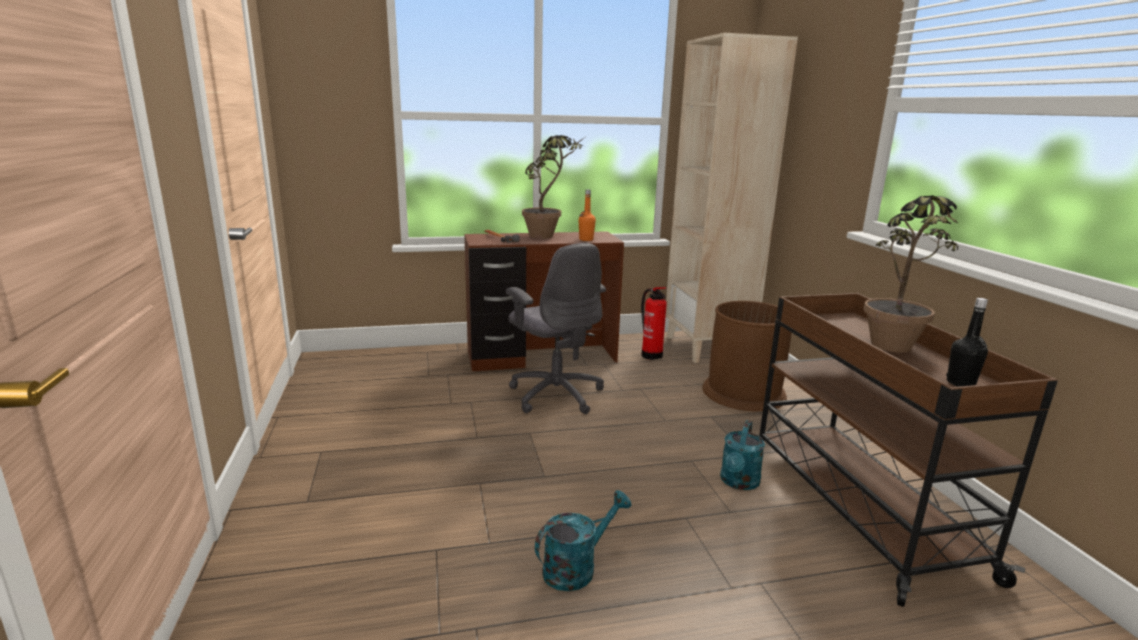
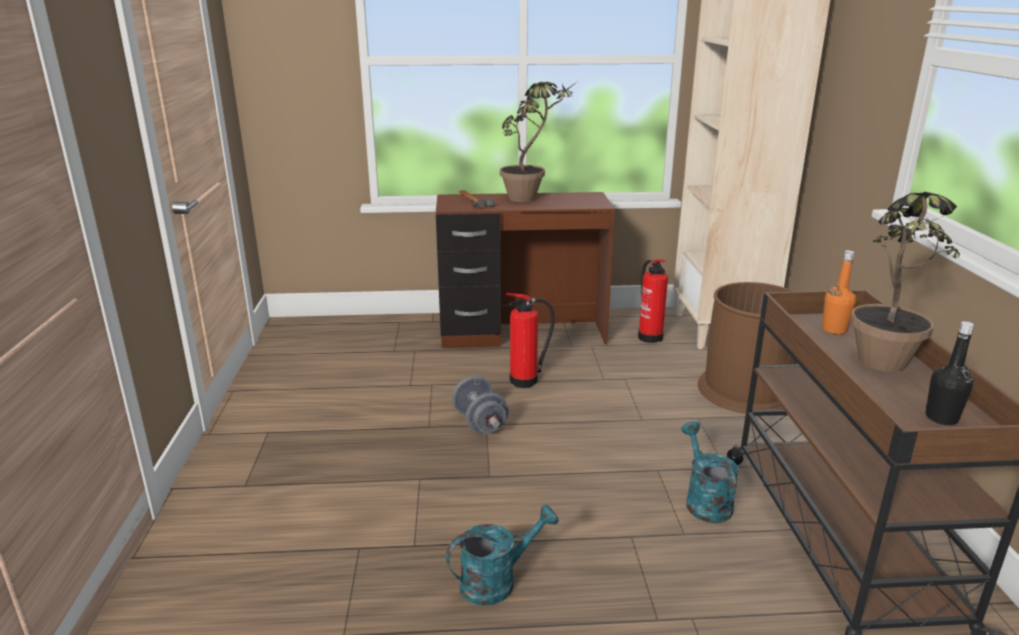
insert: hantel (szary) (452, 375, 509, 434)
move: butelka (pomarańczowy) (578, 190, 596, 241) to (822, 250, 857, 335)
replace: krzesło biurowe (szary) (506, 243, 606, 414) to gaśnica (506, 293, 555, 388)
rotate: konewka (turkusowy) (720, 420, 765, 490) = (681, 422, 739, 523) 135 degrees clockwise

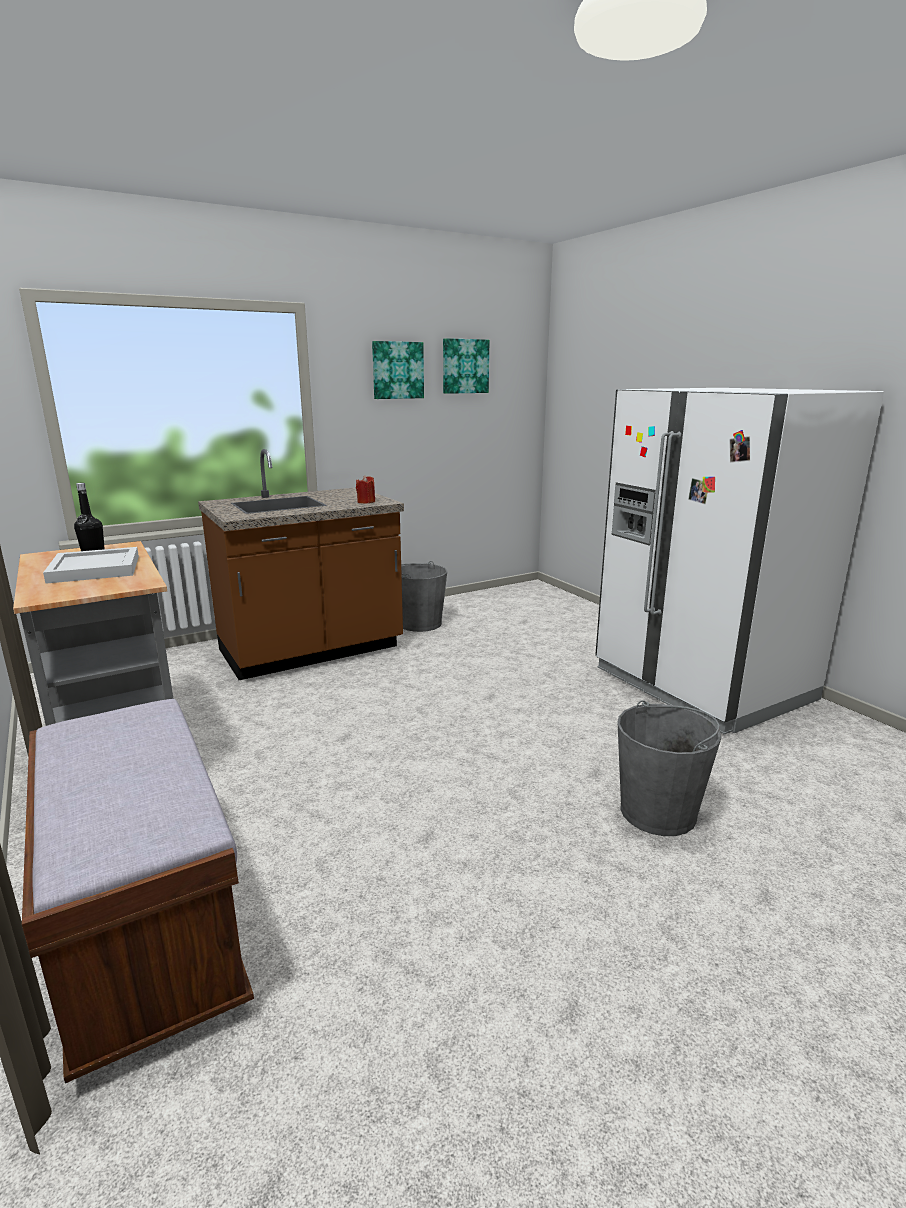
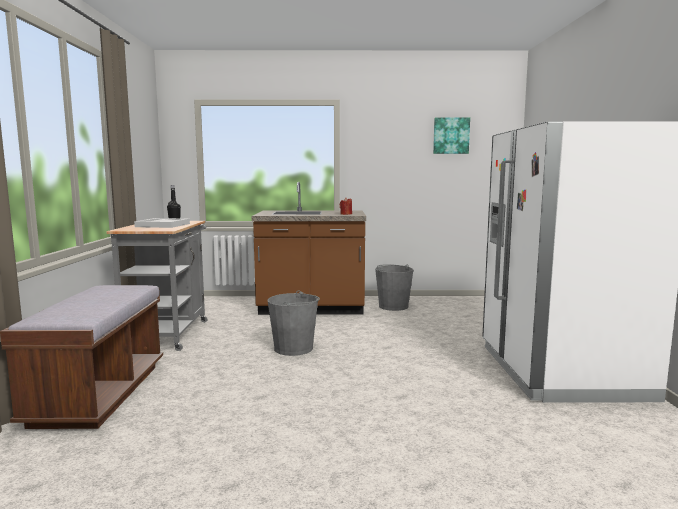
delete: obraz (372, 341, 424, 399)
move: wiadro (szary) (618, 700, 721, 836) to (268, 290, 320, 356)

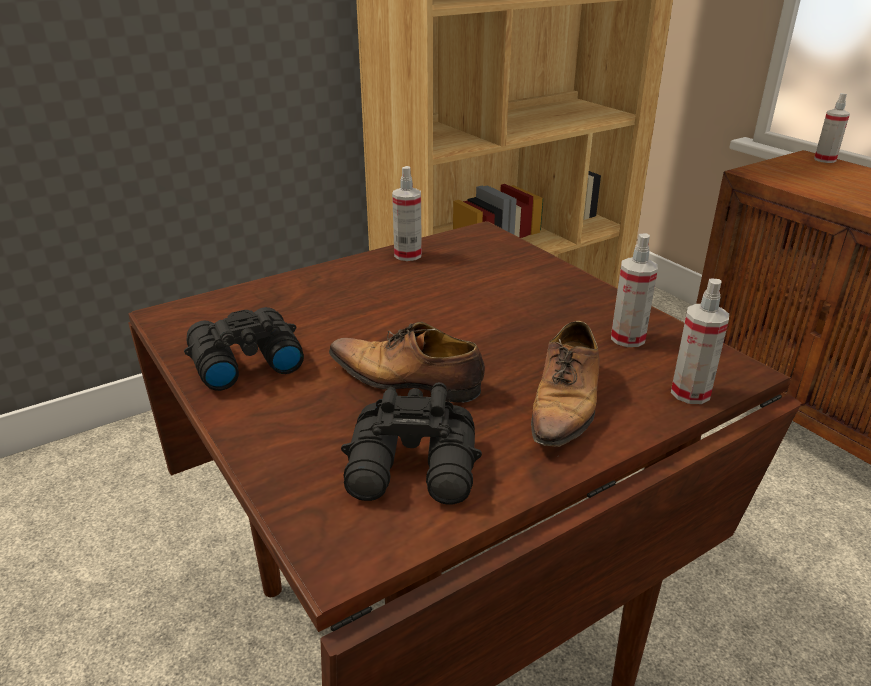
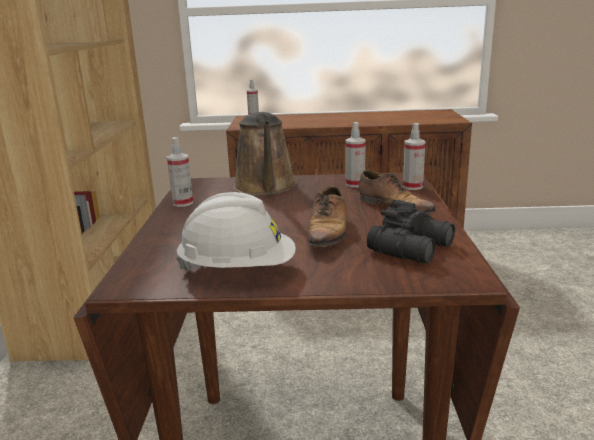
insert: konewka (brązowy) (233, 112, 297, 195)
replace: lornetka (czarny) (184, 307, 304, 391) to kask (biały) (176, 192, 296, 271)
rotate: but (329, 322, 485, 403) = (307, 186, 347, 247) 45 degrees counterclockwise

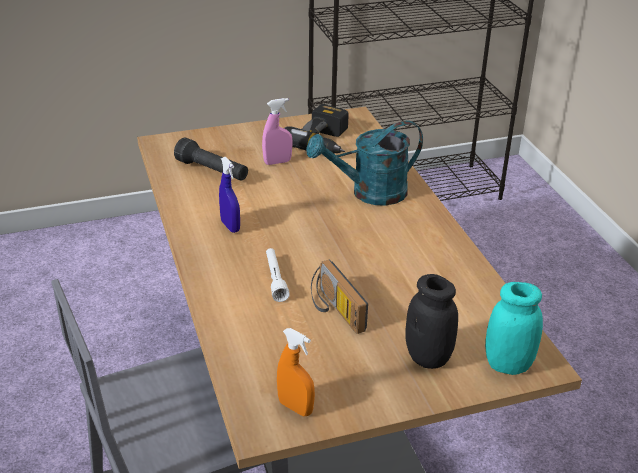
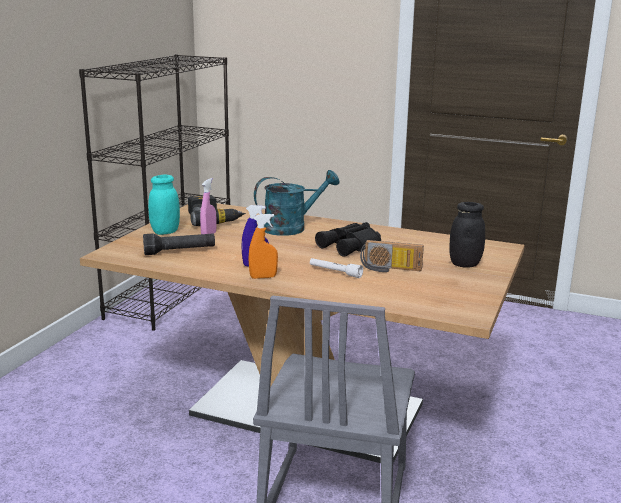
insert: lornetka (czarny) (315, 222, 381, 257)
move: słoik (turkusowy) (485, 282, 543, 375) to (148, 175, 180, 235); spryskiwacz (pomarańczowy) (277, 328, 315, 416) to (248, 214, 278, 279)
rotate: konewka (turkusowy) (306, 121, 423, 206) = (254, 170, 340, 236) 135 degrees counterclockwise

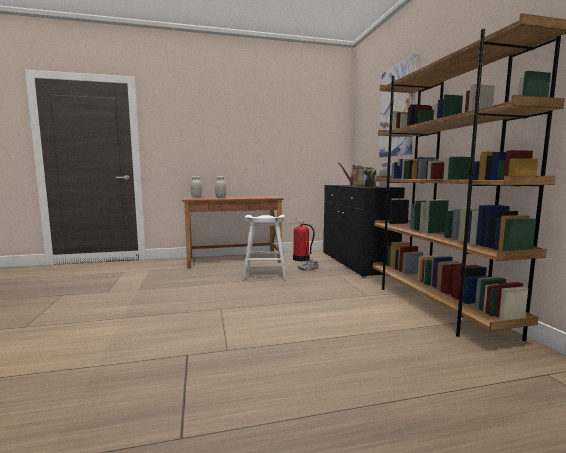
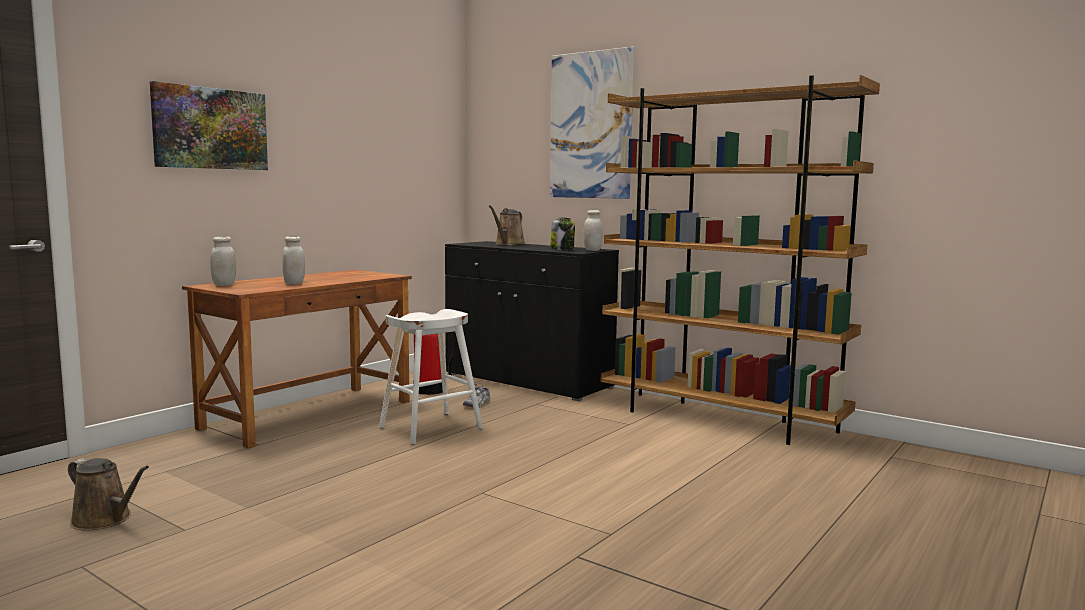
insert: obraz (150, 81, 268, 170); konewka (brązowy) (68, 458, 149, 530)

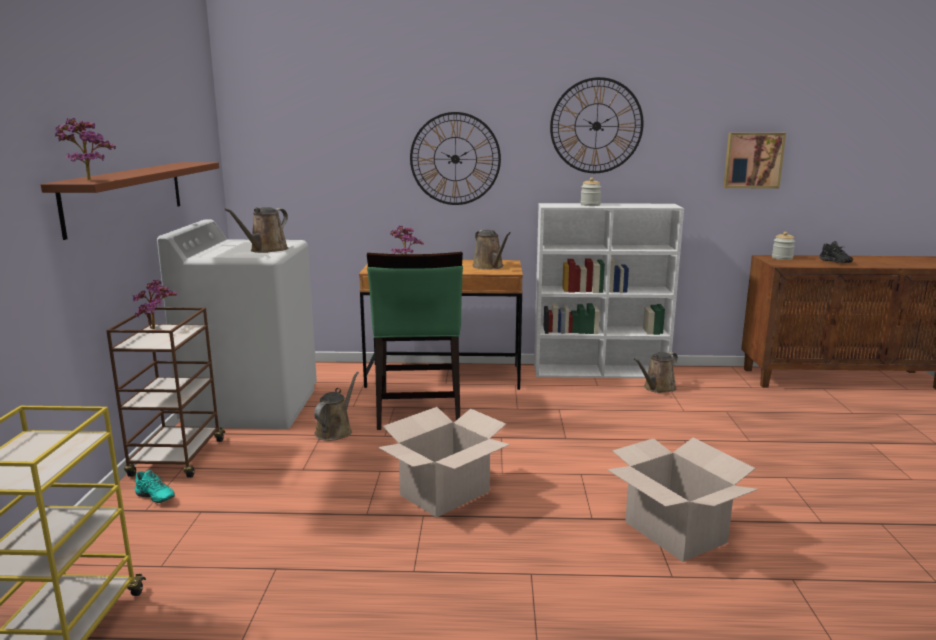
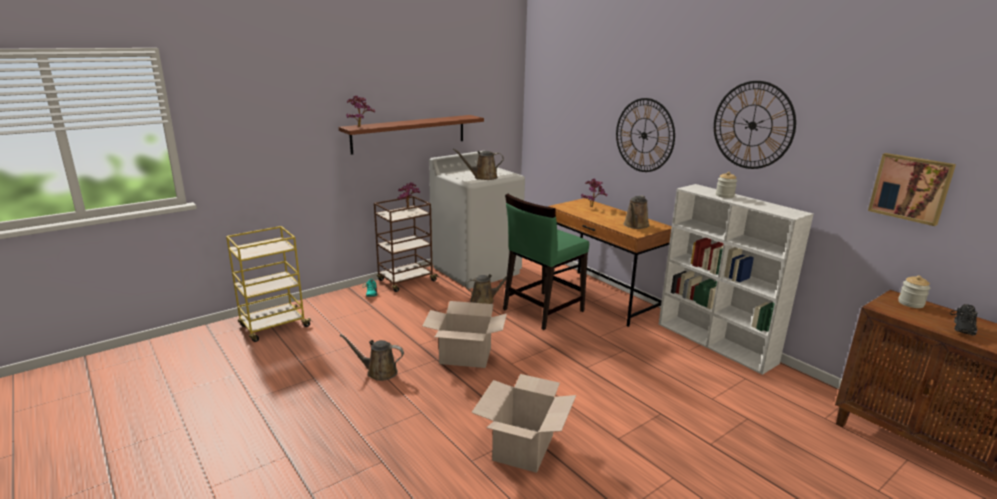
move: konewka (brązowy) (634, 352, 678, 393) to (339, 334, 404, 381)

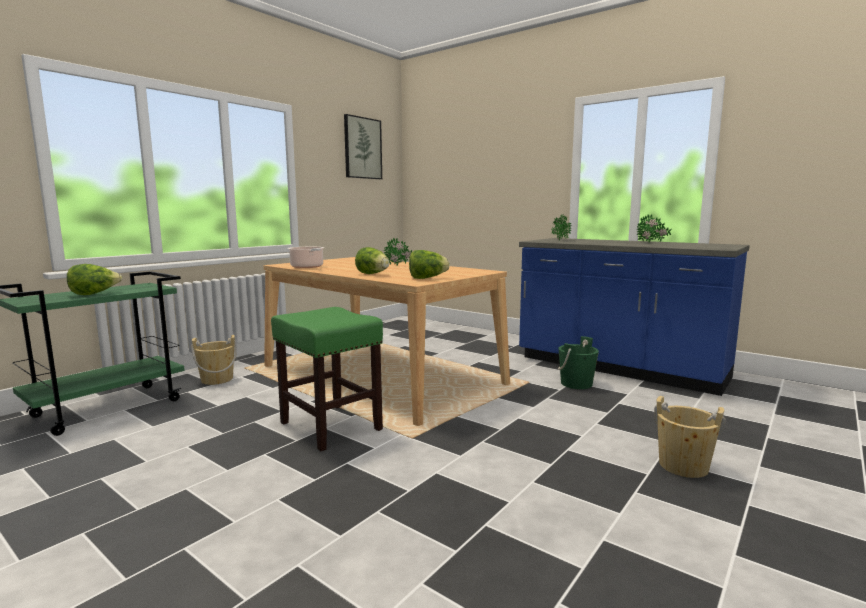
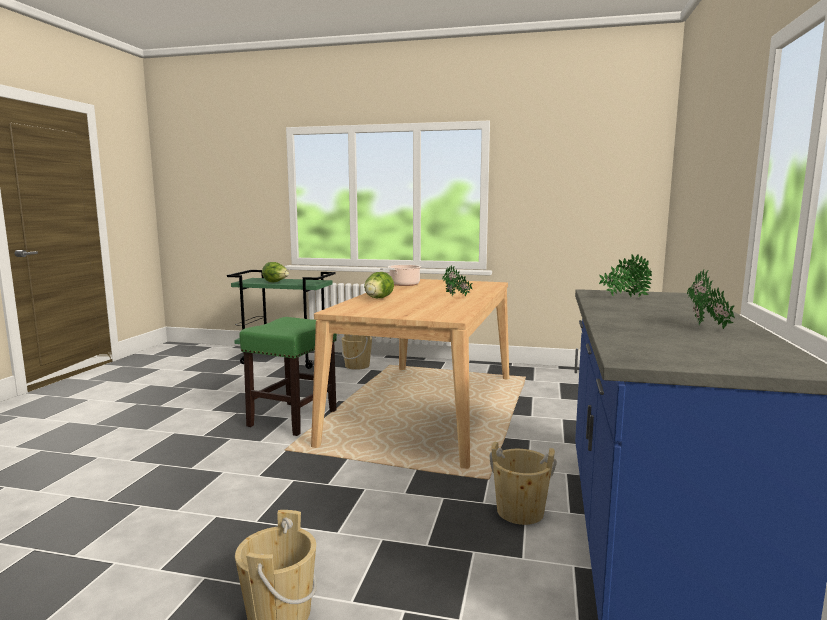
delete: obraz (344, 114, 382, 179); sałata (409, 250, 450, 279)
recolor: wiadro (zielony) (558, 336, 599, 389) to wiadro (beżowy) (490, 442, 557, 525)

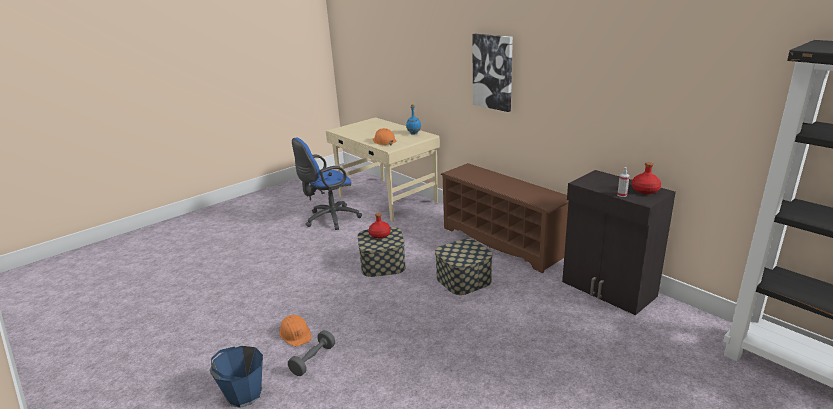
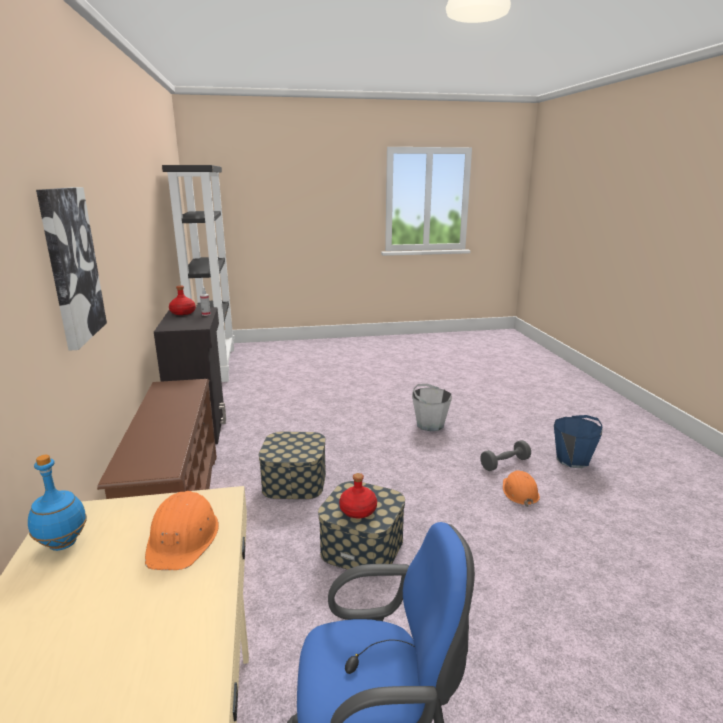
insert: wiadro (szary) (412, 384, 452, 431)

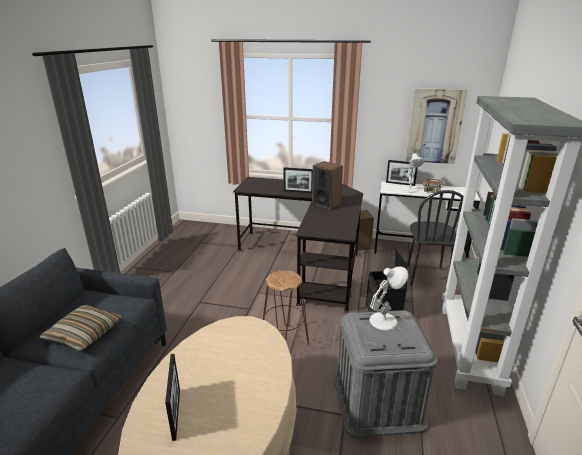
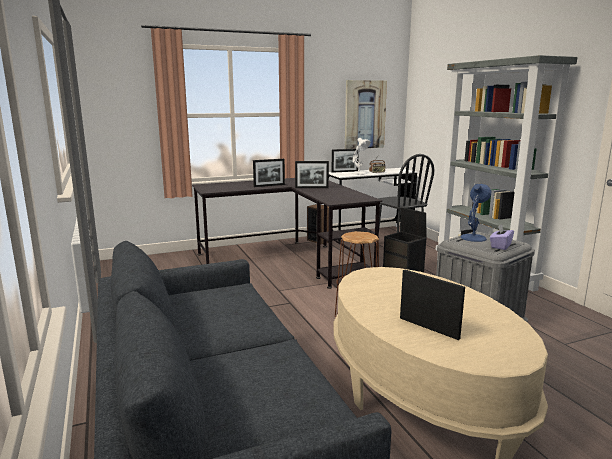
delete: poduszka (40, 305, 122, 351)
insert: pudełko chusteczek (fioletowy) (490, 224, 514, 250)
replace: głośnik (312, 161, 343, 209) to ramka na zdjęcie (295, 161, 329, 188)
recolor: lampa stołowa (biały) (370, 267, 408, 330) to lampa stołowa (niebieski) (461, 184, 491, 242)

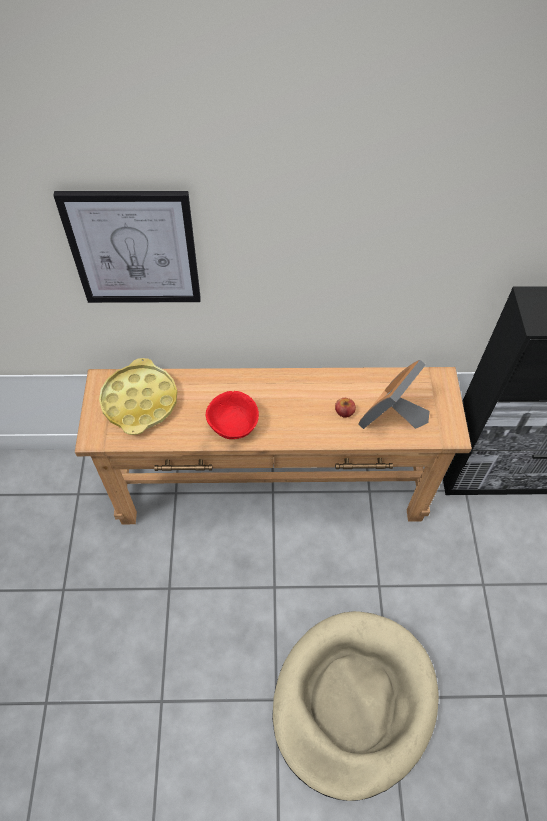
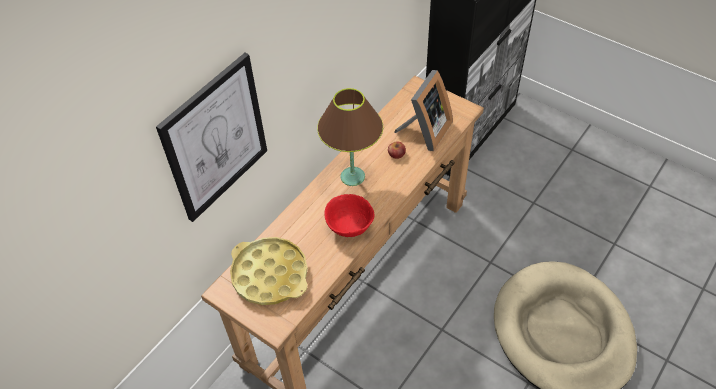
insert: lampa stołowa (brązowy) (317, 88, 383, 186)
rotate: ramka na zdjęcie (358, 360, 430, 429) = (395, 70, 453, 151) 135 degrees counterclockwise

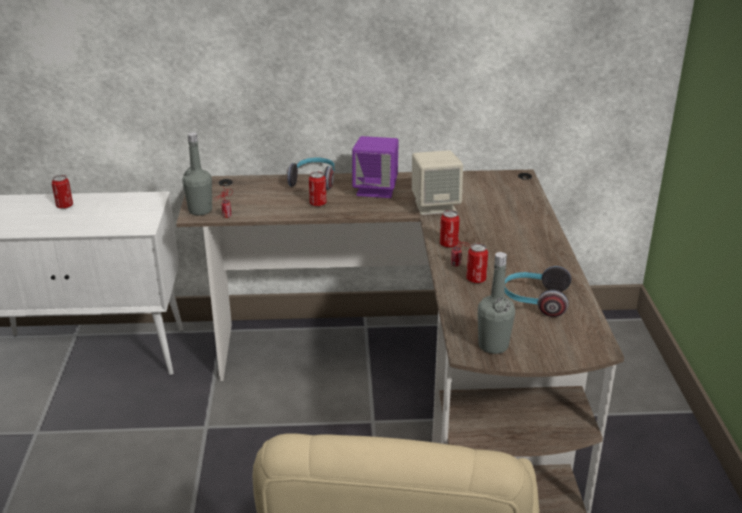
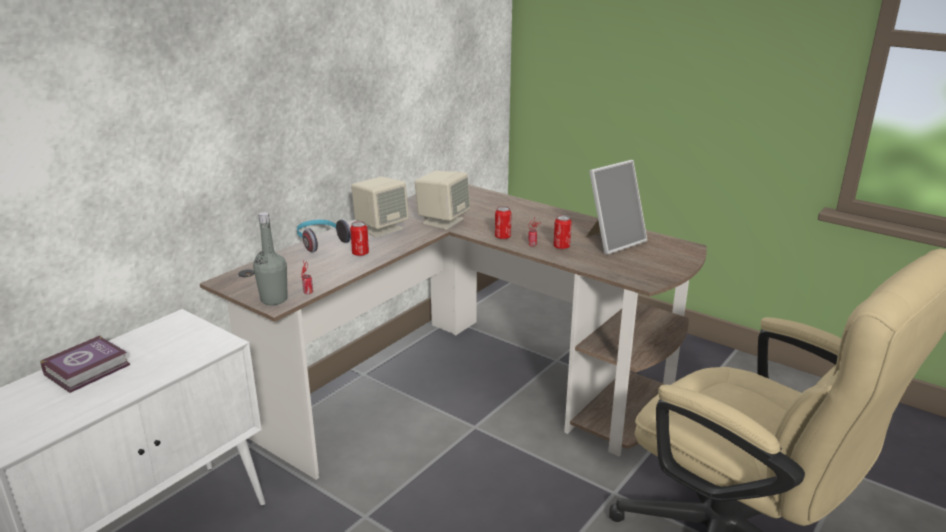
delete: butelka (szary) (478, 252, 515, 354)
replace: puszka (52, 175, 73, 209) to książka (40, 335, 130, 393); słuchawki (505, 266, 571, 317) to ramka na zdjęcie (586, 160, 648, 255)
recolor: głośnik (fioletowy) (352, 136, 399, 198) to głośnik (beżowy) (351, 177, 409, 238)

